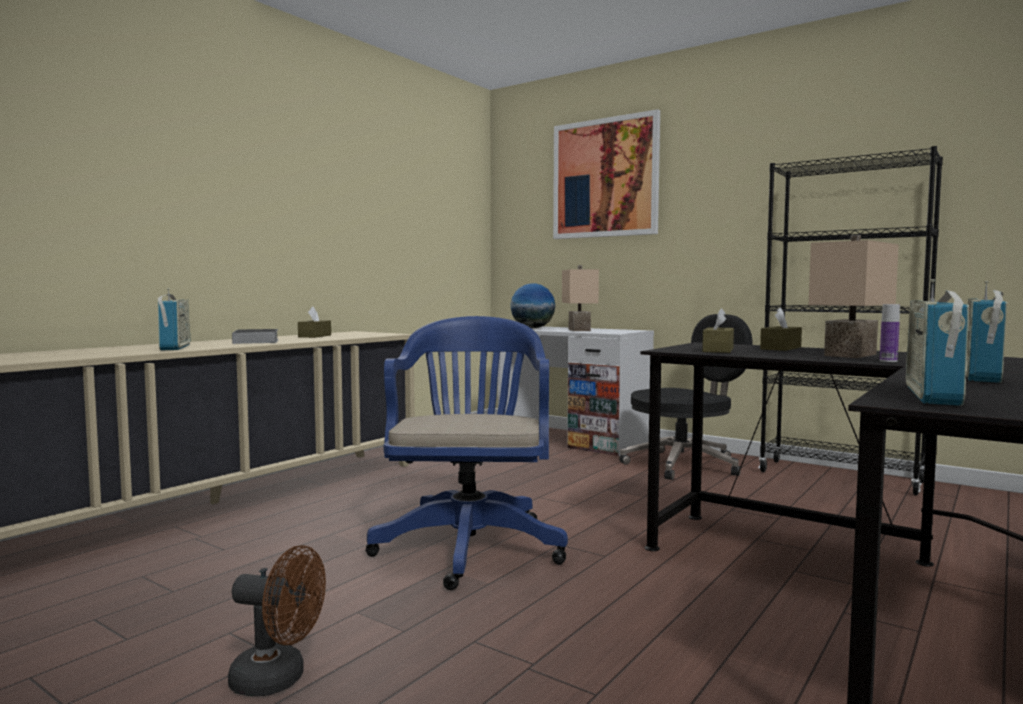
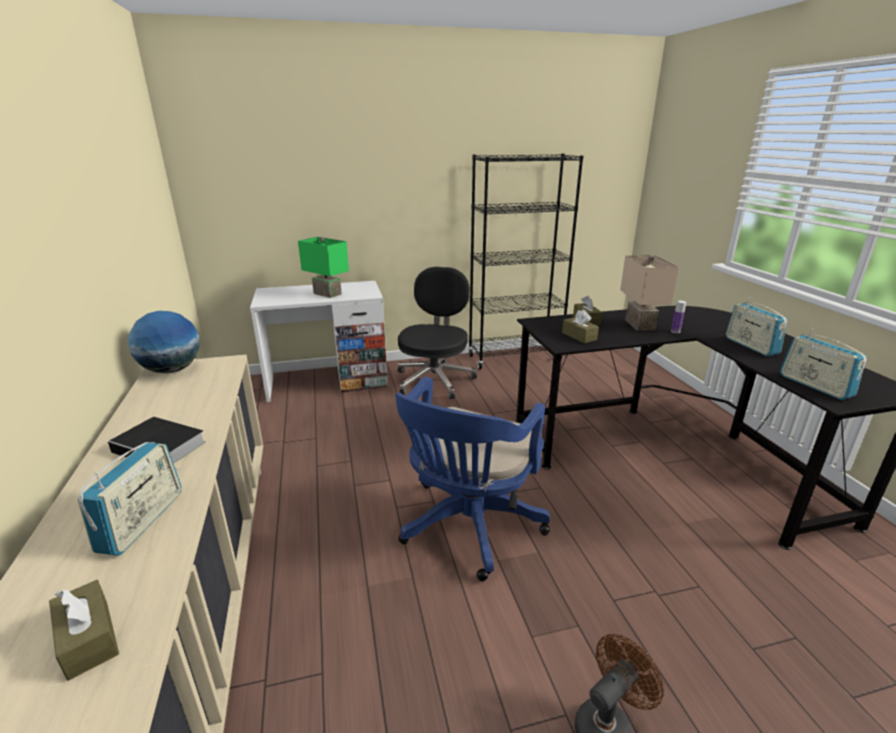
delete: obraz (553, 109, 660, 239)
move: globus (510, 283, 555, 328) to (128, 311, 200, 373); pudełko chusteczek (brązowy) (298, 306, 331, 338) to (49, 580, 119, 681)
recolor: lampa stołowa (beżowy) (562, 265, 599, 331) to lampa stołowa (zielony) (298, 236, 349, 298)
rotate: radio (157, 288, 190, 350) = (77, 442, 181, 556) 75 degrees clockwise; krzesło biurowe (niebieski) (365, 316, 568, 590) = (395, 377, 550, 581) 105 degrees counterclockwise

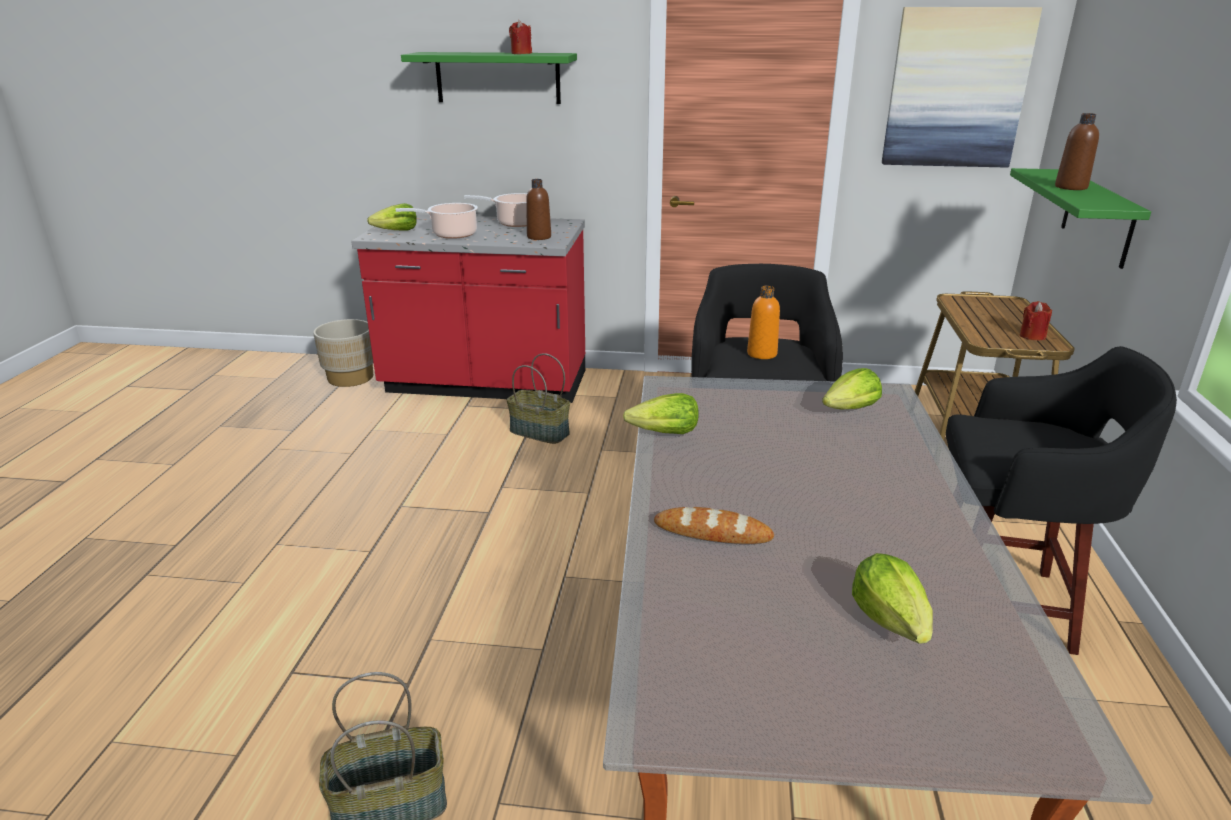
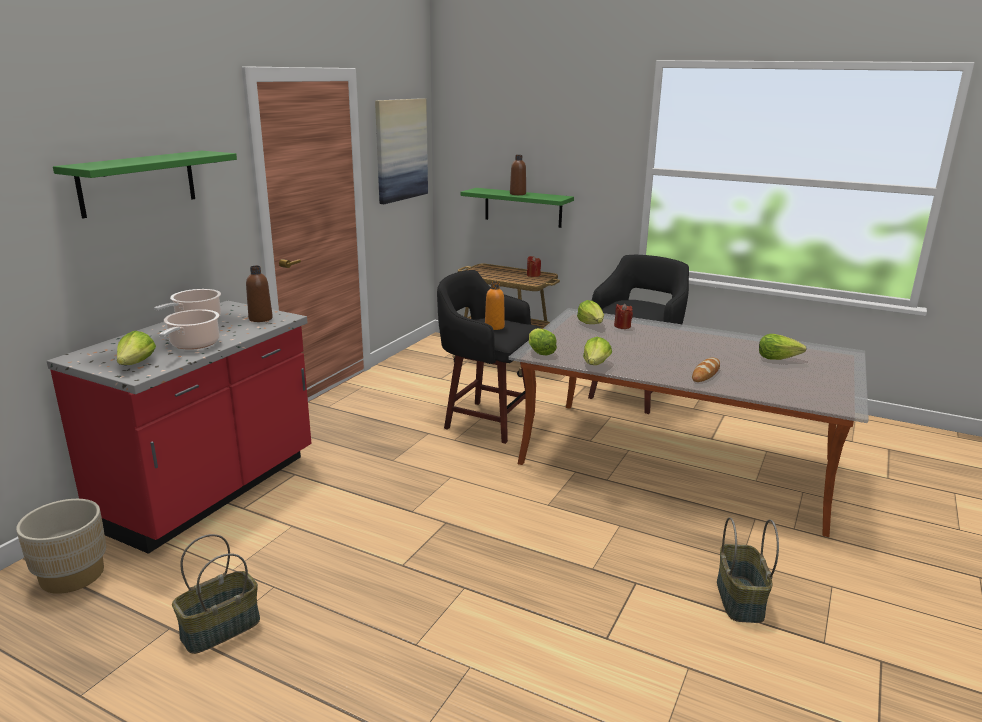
insert: sałata (529, 328, 557, 355)
move: świeca (czerwony) (509, 20, 532, 54) to (614, 303, 633, 329); koszyk (507, 353, 570, 444) to (172, 534, 260, 654)

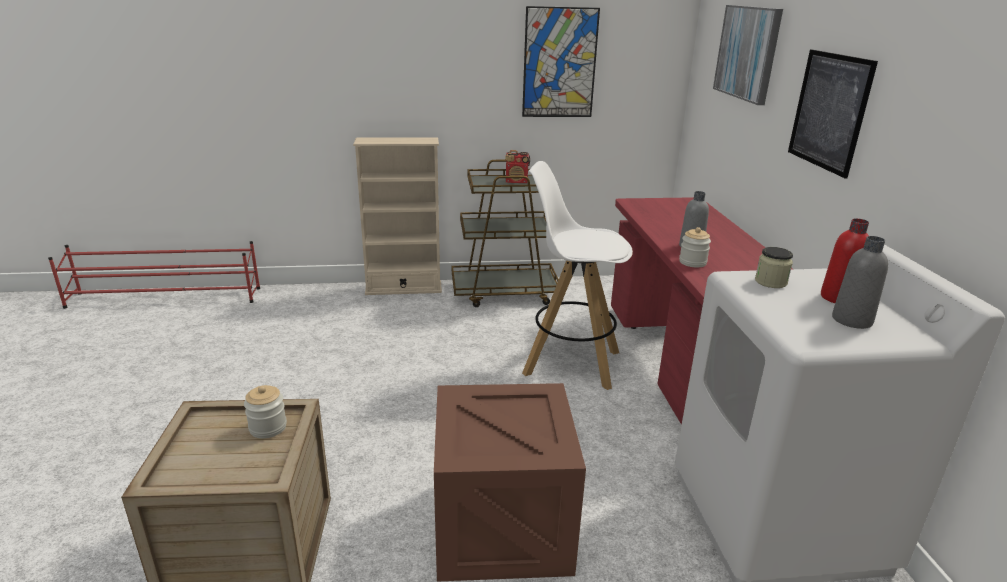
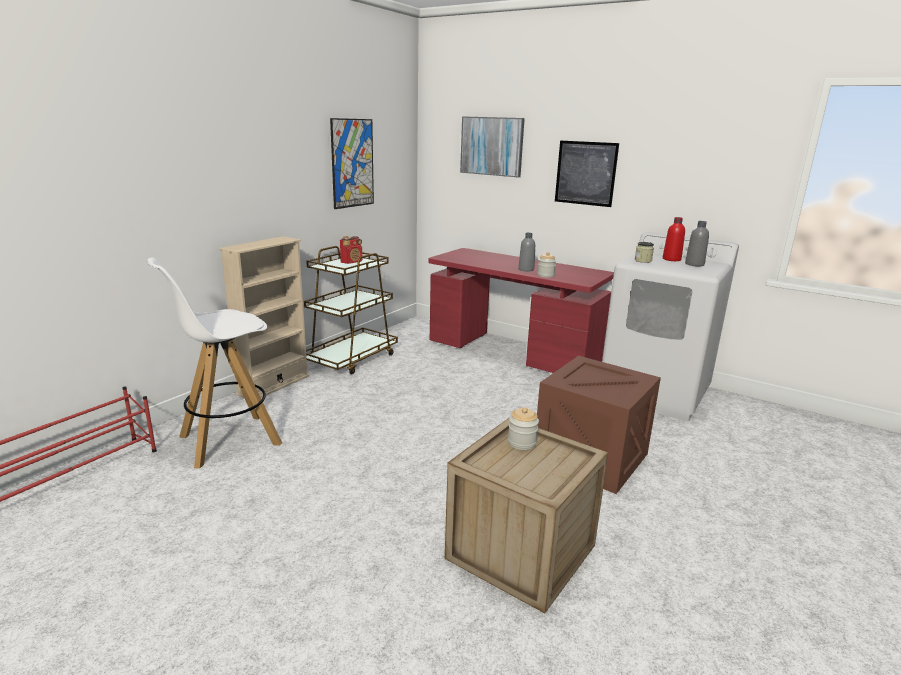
move: stołek (biały) (522, 161, 633, 390) to (147, 257, 282, 469)

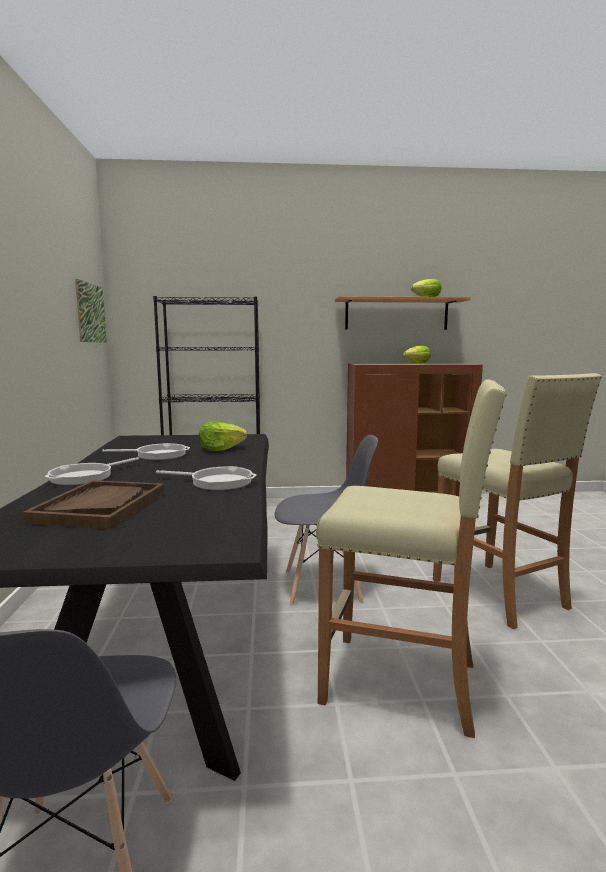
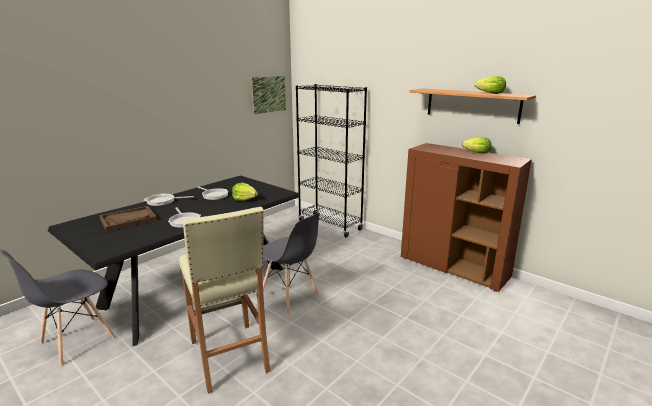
delete: stołek (beżowy) (433, 373, 602, 629)

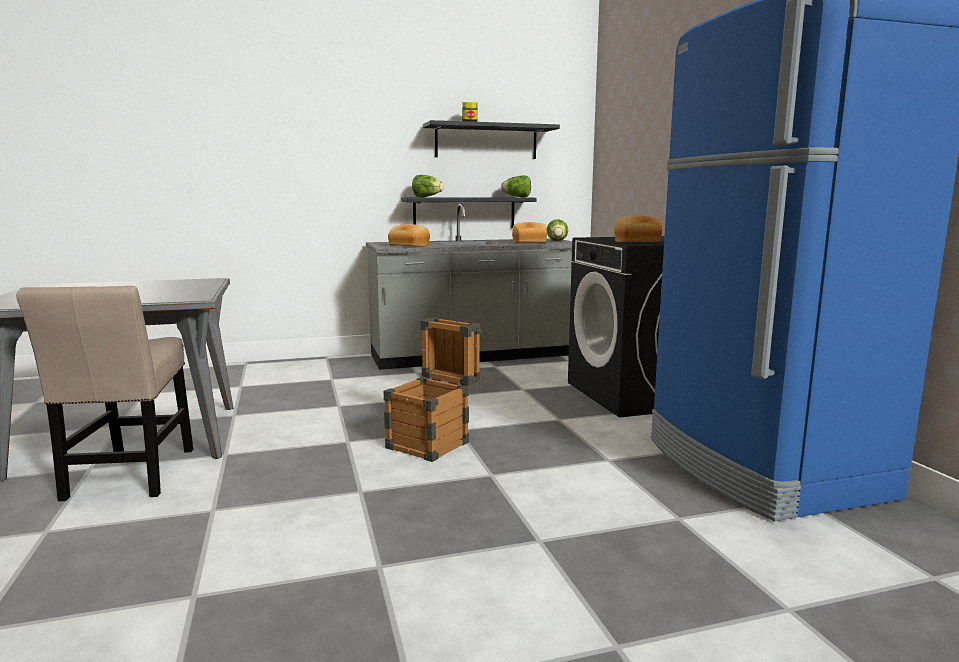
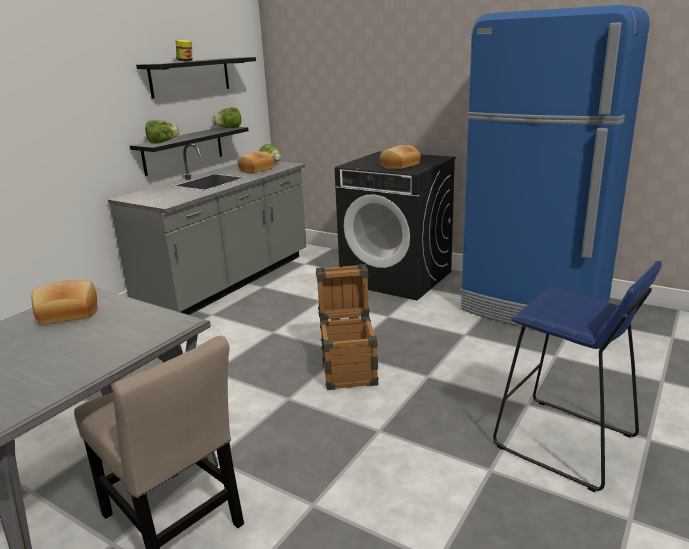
insert: stołek (niebieski) (493, 261, 662, 492)
move: chleb (388, 224, 430, 246) to (32, 280, 98, 325)

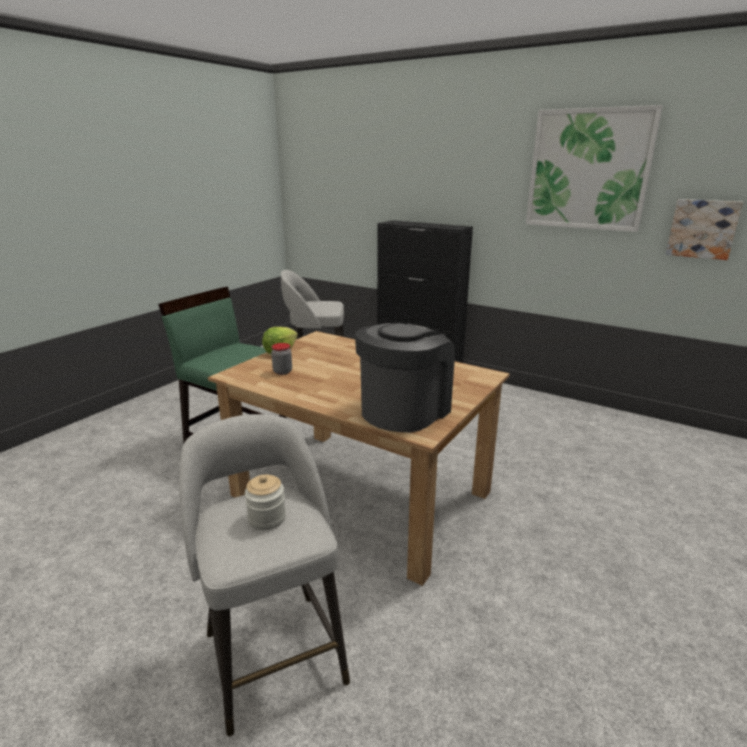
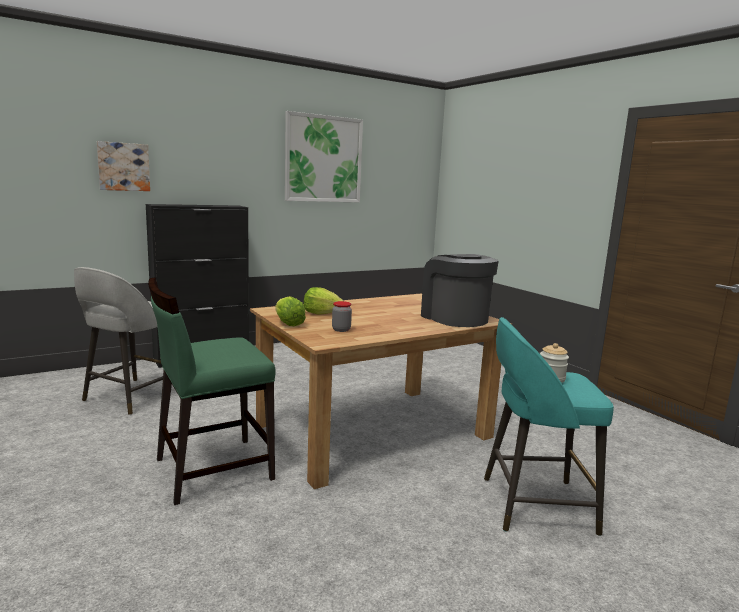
insert: sałata (304, 287, 344, 315)
move: obraz (666, 199, 743, 260) to (97, 141, 150, 191)
recolor: stołek (szary) (179, 414, 350, 736) to stołek (turkusowy) (484, 317, 614, 536)

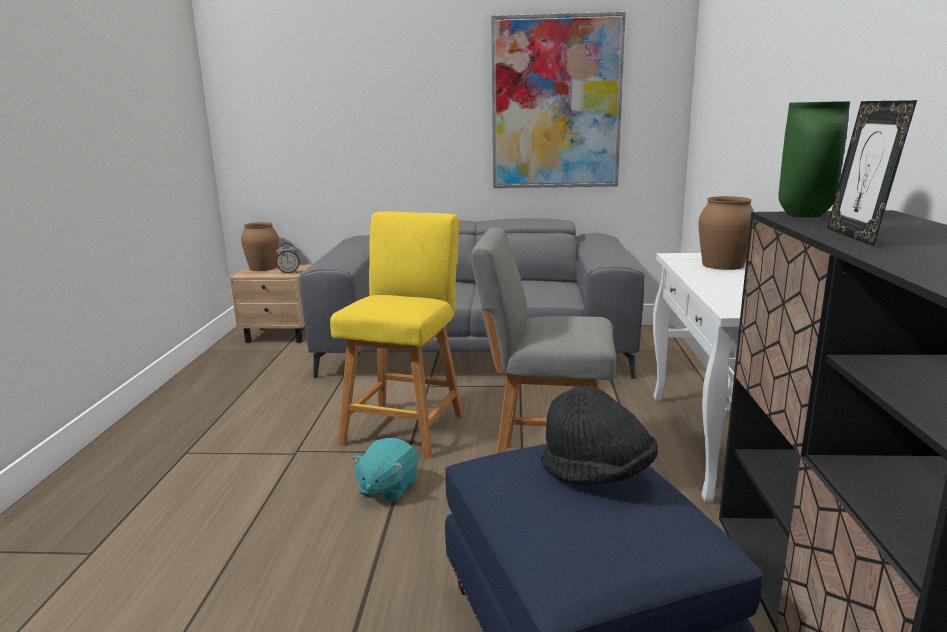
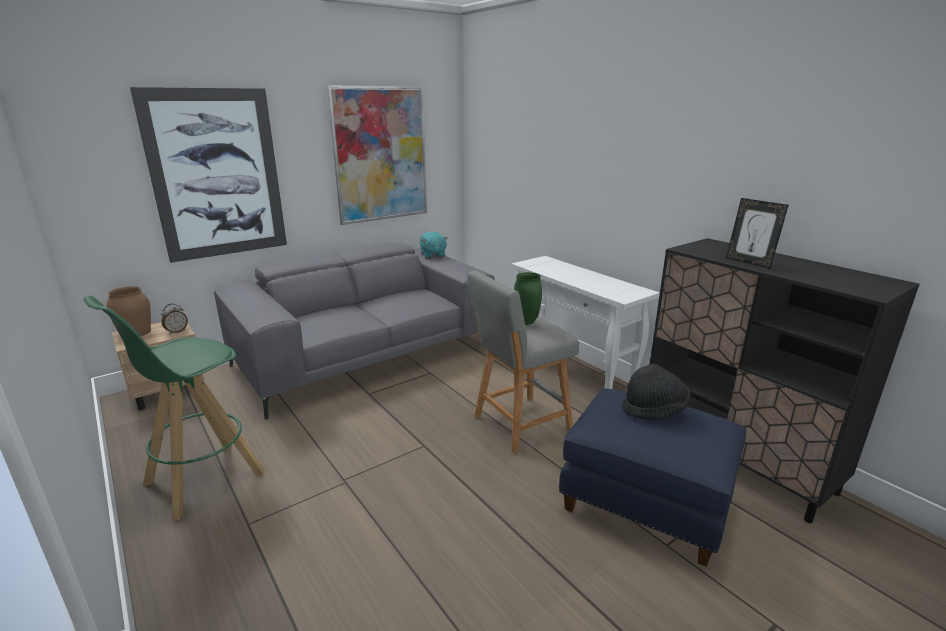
delete: wazon (brązowy) (698, 196, 754, 270); stołek (żółty) (330, 212, 463, 459)
insert: obraz (130, 87, 287, 263); stołek (zielony) (83, 295, 265, 520)
move: wazon (zielony) (778, 101, 850, 217) to (514, 272, 542, 325); pluszak (turkusowy) (352, 438, 418, 502) to (420, 231, 448, 258)

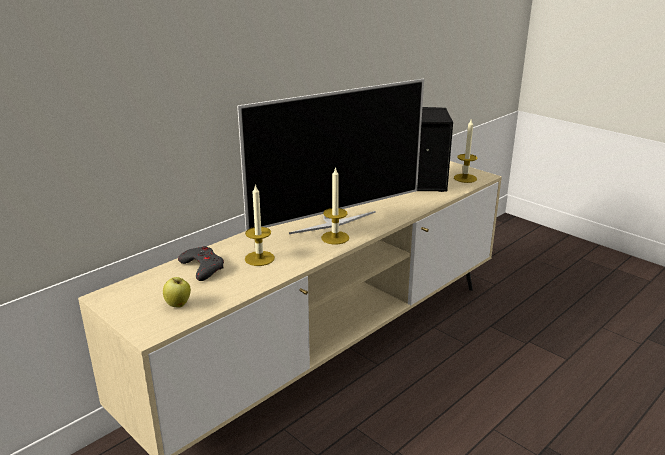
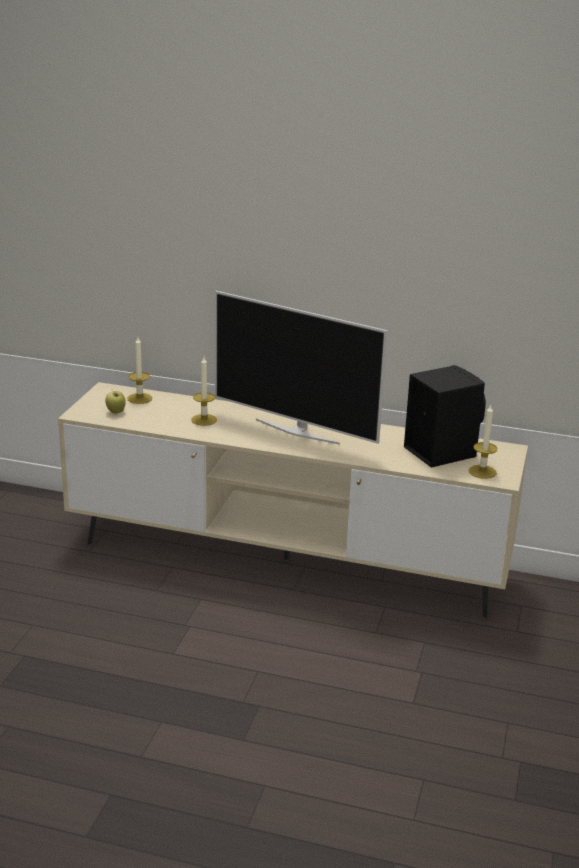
delete: pad do gier (szary) (178, 246, 224, 281)
move: świeca (321, 167, 349, 245) to (127, 337, 152, 404)

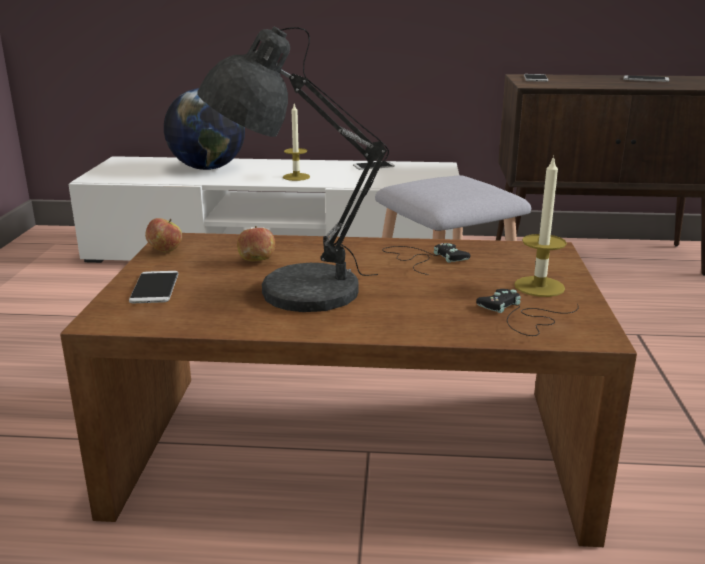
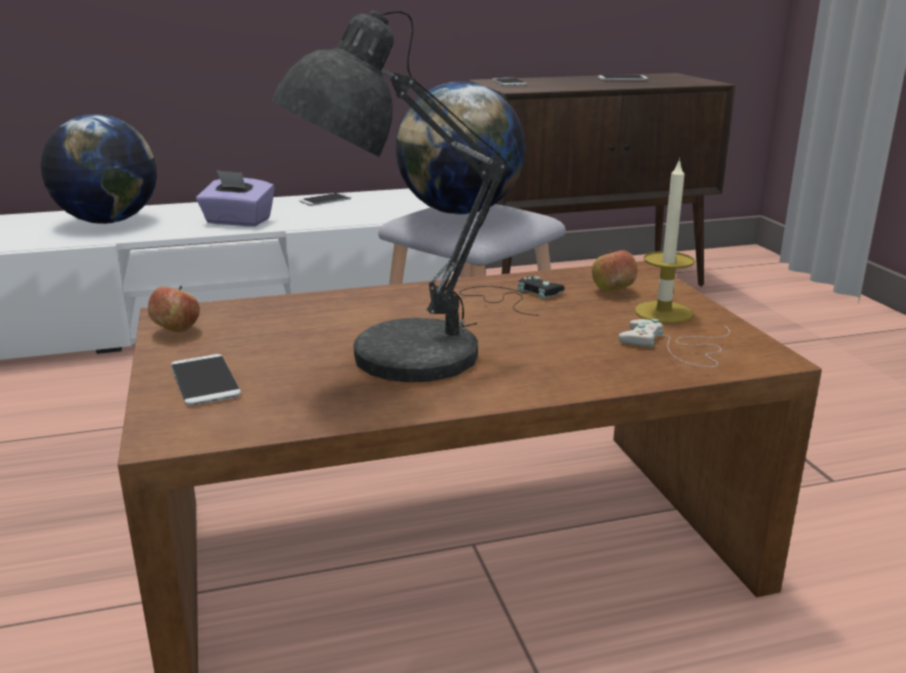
insert: globus (396, 82, 525, 214)
move: jabłko (237, 226, 276, 261) to (592, 250, 637, 292)
replace: świeca (283, 104, 310, 181) to pudełko chusteczek (fioletowy) (196, 170, 274, 226)
recolor: pad do gier (czarny) (476, 289, 579, 336) to pad do gier (biały) (619, 319, 730, 368)

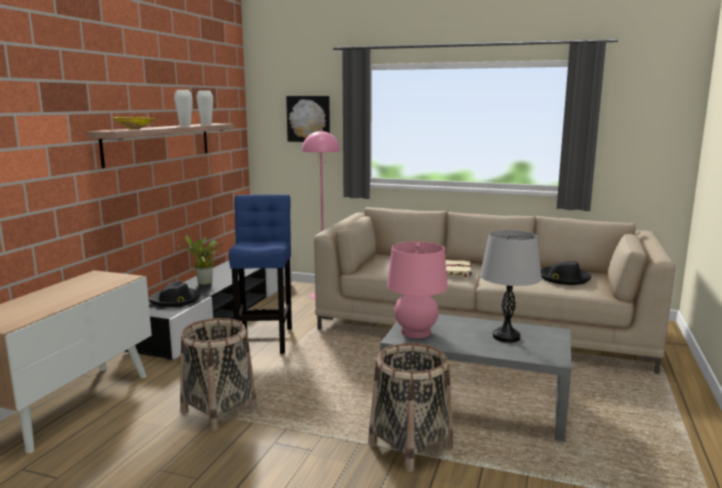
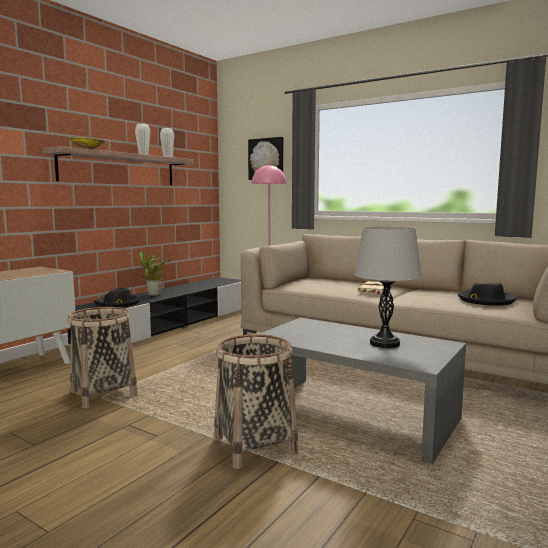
delete: stołek (niebieski) (229, 194, 292, 354); lampa stołowa (różowy) (387, 241, 448, 338)

